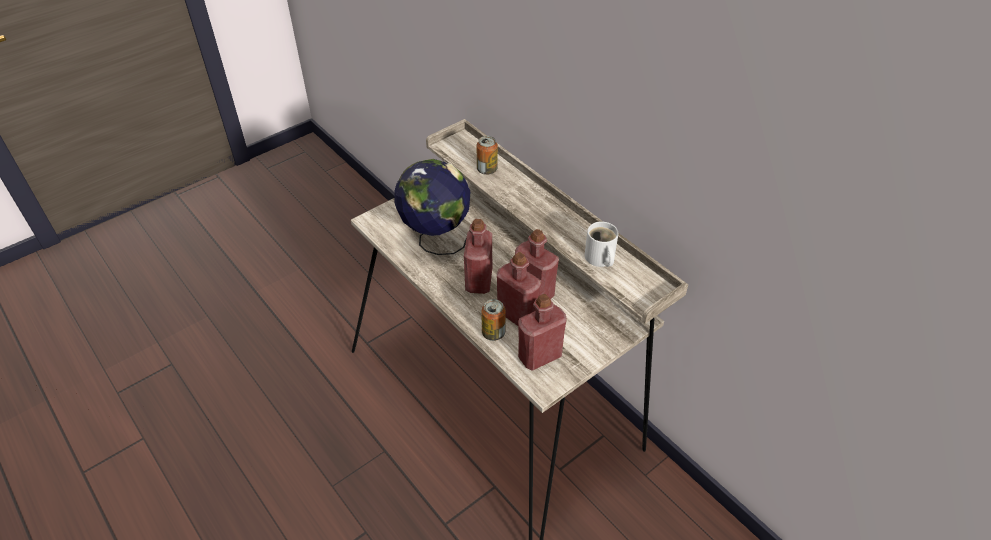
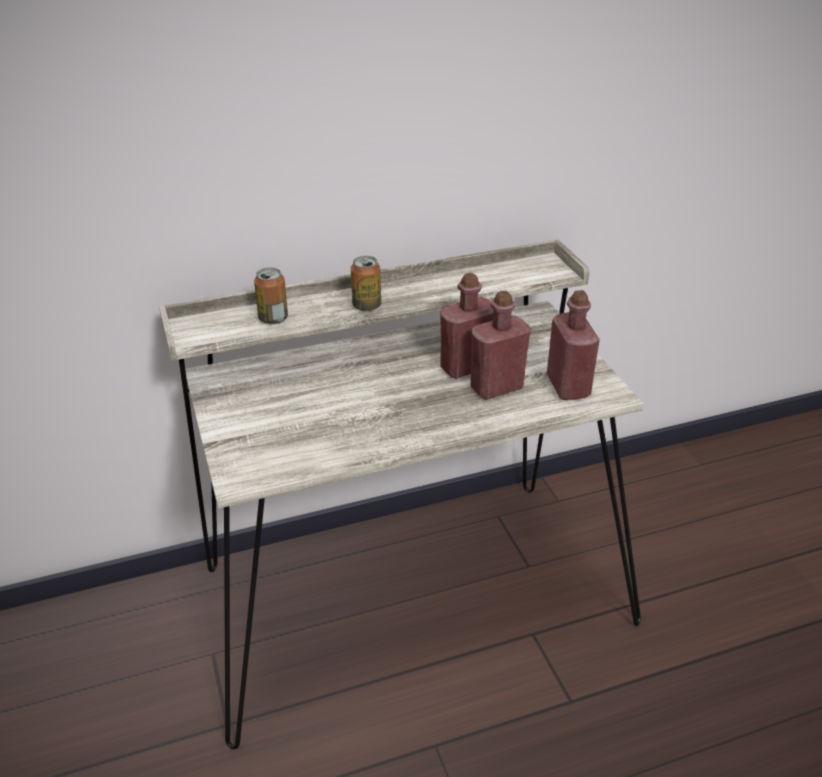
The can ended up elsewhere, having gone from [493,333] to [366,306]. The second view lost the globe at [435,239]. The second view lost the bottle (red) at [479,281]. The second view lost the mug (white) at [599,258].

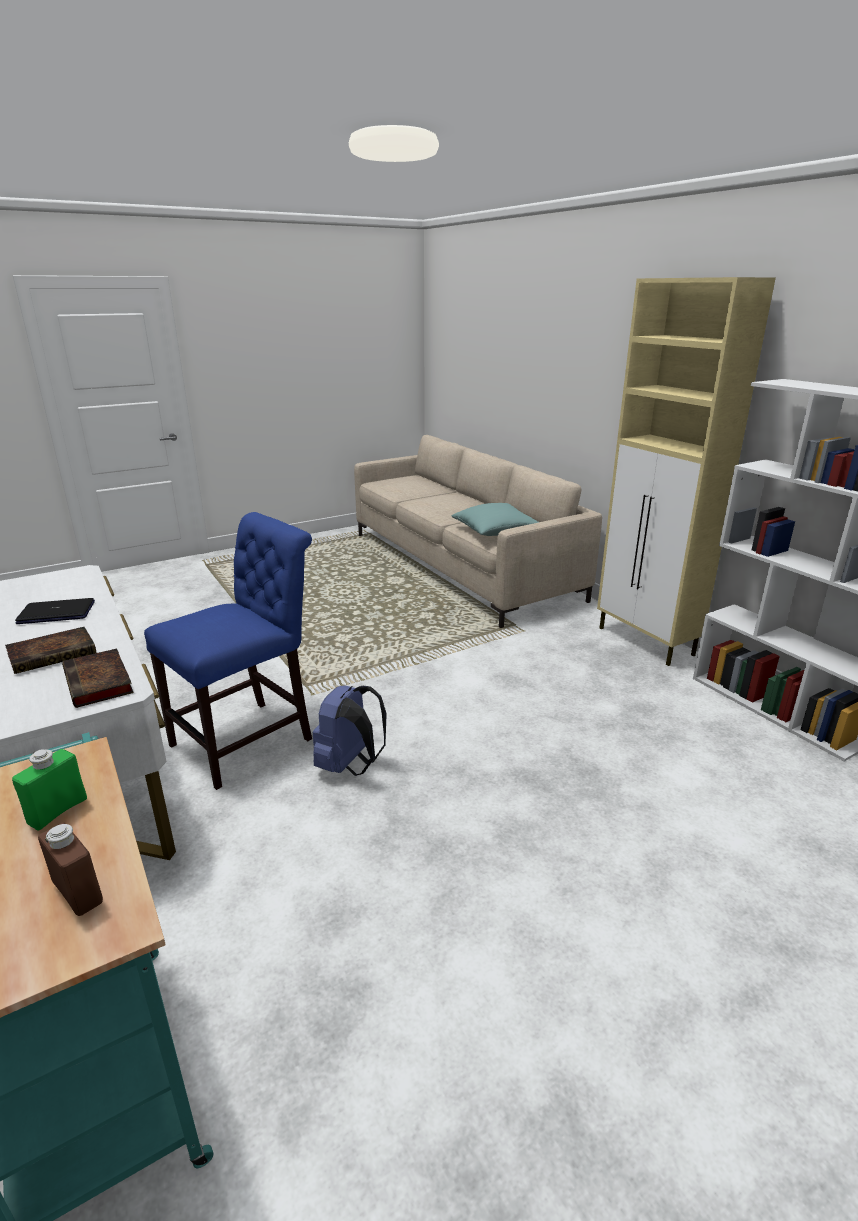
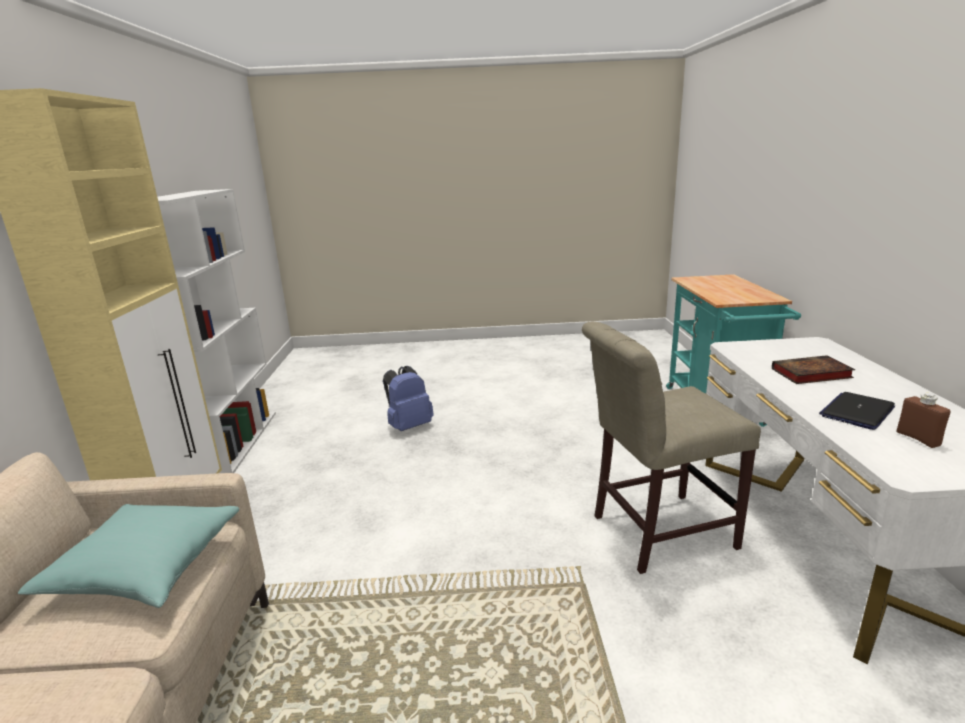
The backpack (blue) ended up elsewhere, having gone from [349,765] to [409,426]. What was the chair (blue) at [249,739] turned into the chair (beige) at [655,532]. The laptop at [57,612] ended up facing another way, 120 degrees clockwise from before. The bottle (brown) ended up elsewhere, having gone from [78,892] to [918,439]. The second view lost the bottle (green) at [58,811]. The second view lost the book at [99,683].

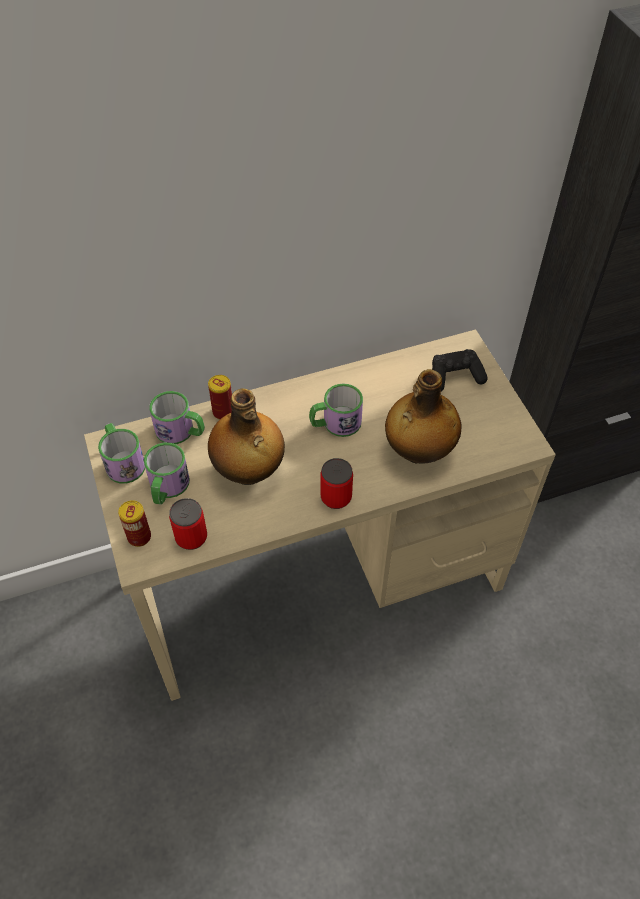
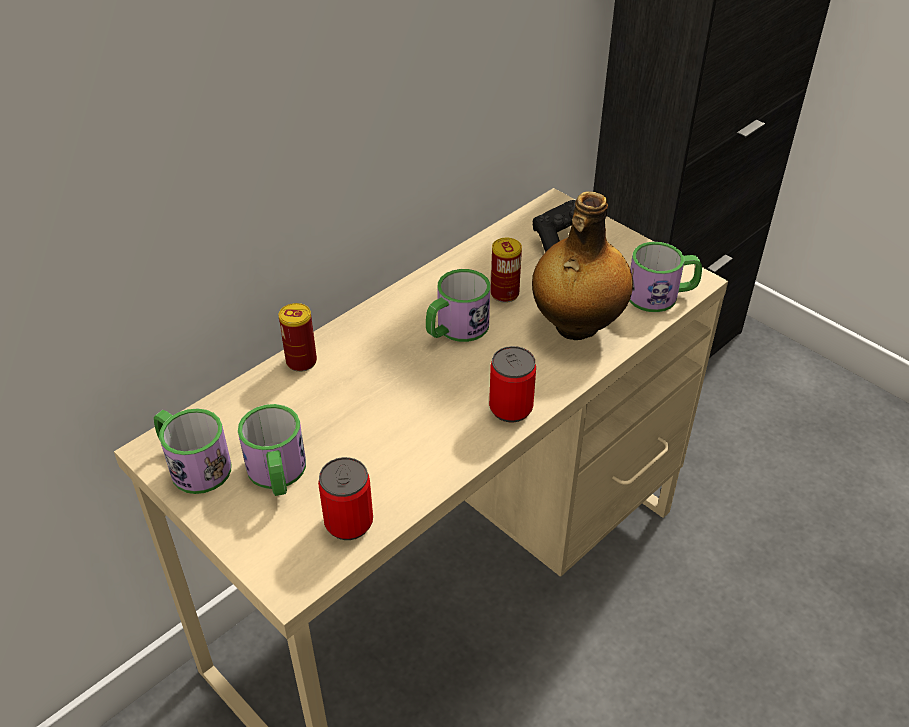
The can ended up elsewhere, having gone from [139,537] to [504,294]. The mug ended up elsewhere, having gone from [181,431] to [661,295]. The second view lost the bottle at [248,472].

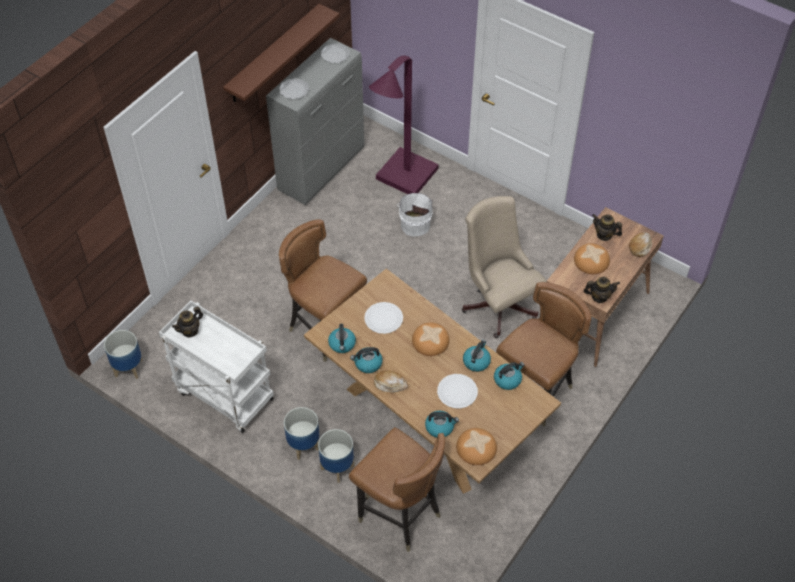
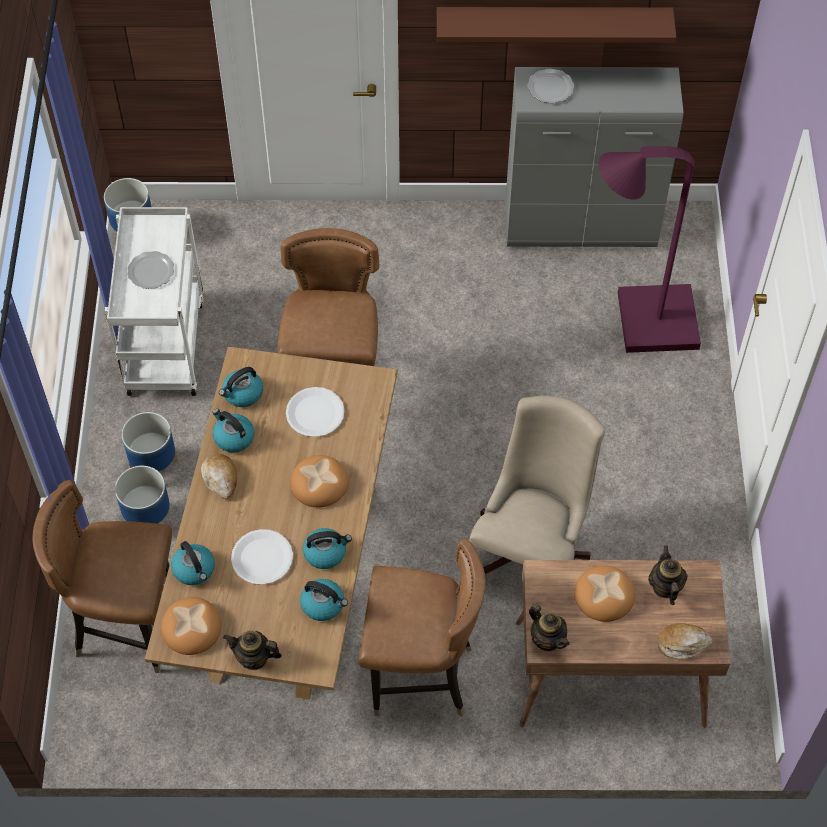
The chair (brown) at [399,515] ended up facing another way, 90 degrees clockwise from before. The plate ended up elsewhere, having gone from [335,55] to [150,271]. The teapot ended up elsewhere, having gone from [190,330] to [254,658]. The second view lost the bucket (white) at [415,224].

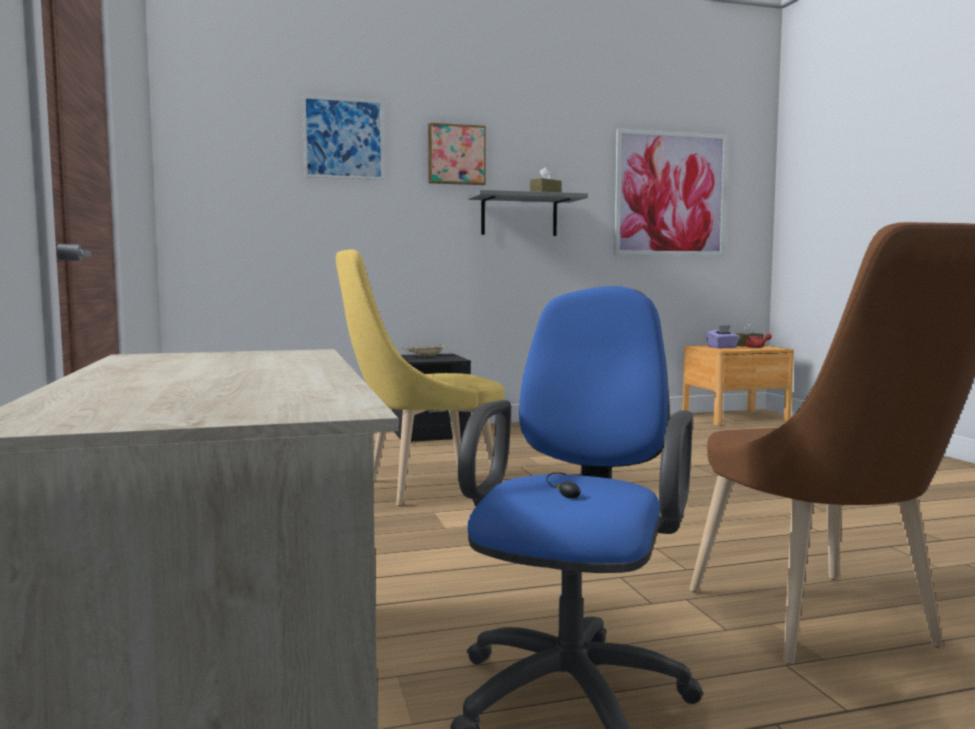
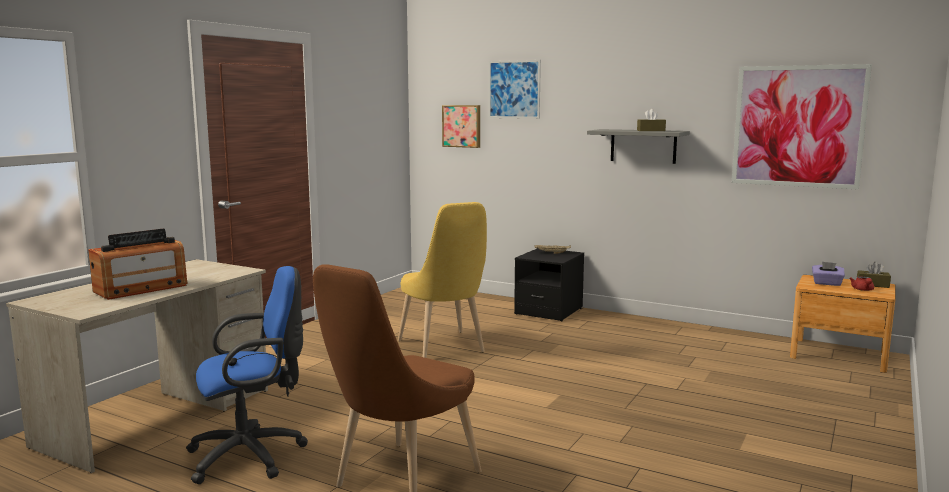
The second view gained the radio at [141,288]. The chair (yellow) at [423,488] ended up facing another way, 135 degrees counterclockwise from before. The picture ended up elsewhere, having gone from [456,155] to [462,126].

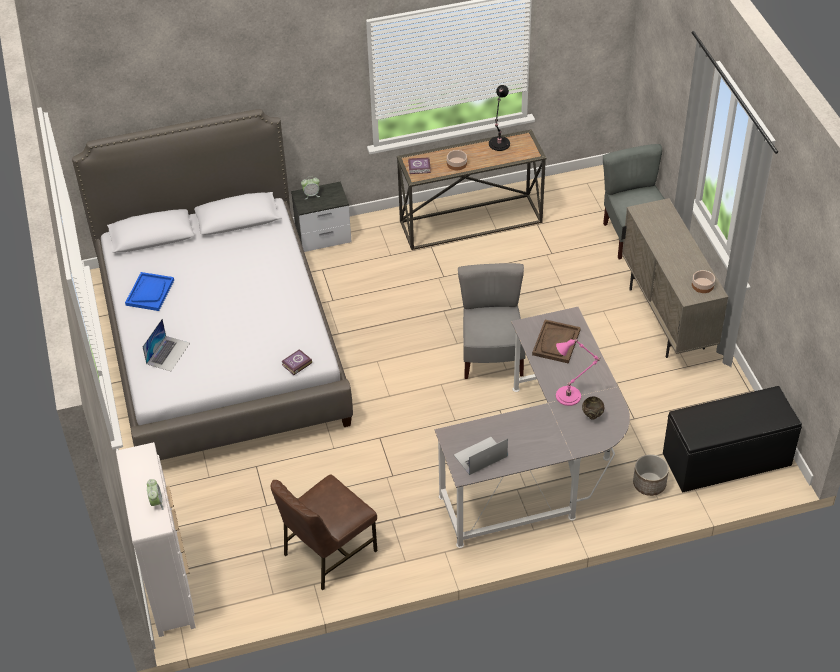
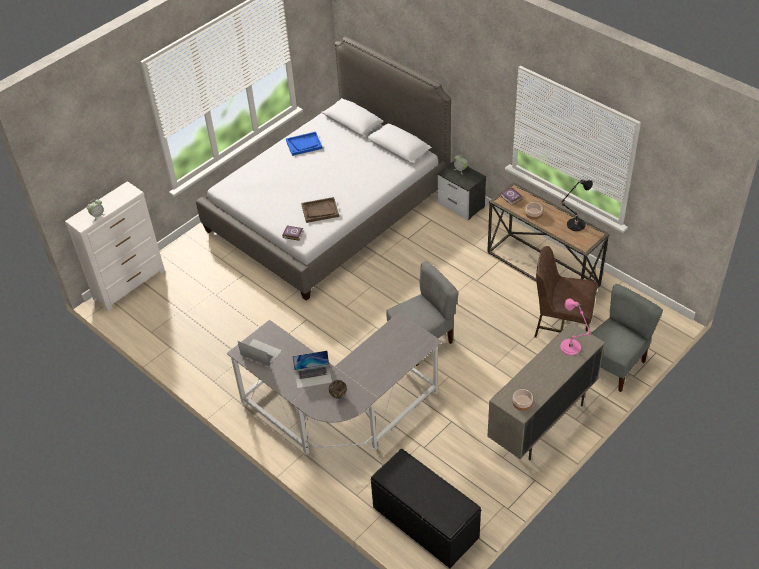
The laptop ended up elsewhere, having gone from [168,353] to [313,376]. The tray (brown) ended up elsewhere, having gone from [556,343] to [320,211]. The chair (brown) ended up elsewhere, having gone from [328,552] to [561,325]. The table lamp (pink) ended up elsewhere, having gone from [570,396] to [571,348]. The second view lost the planter at [649,484].

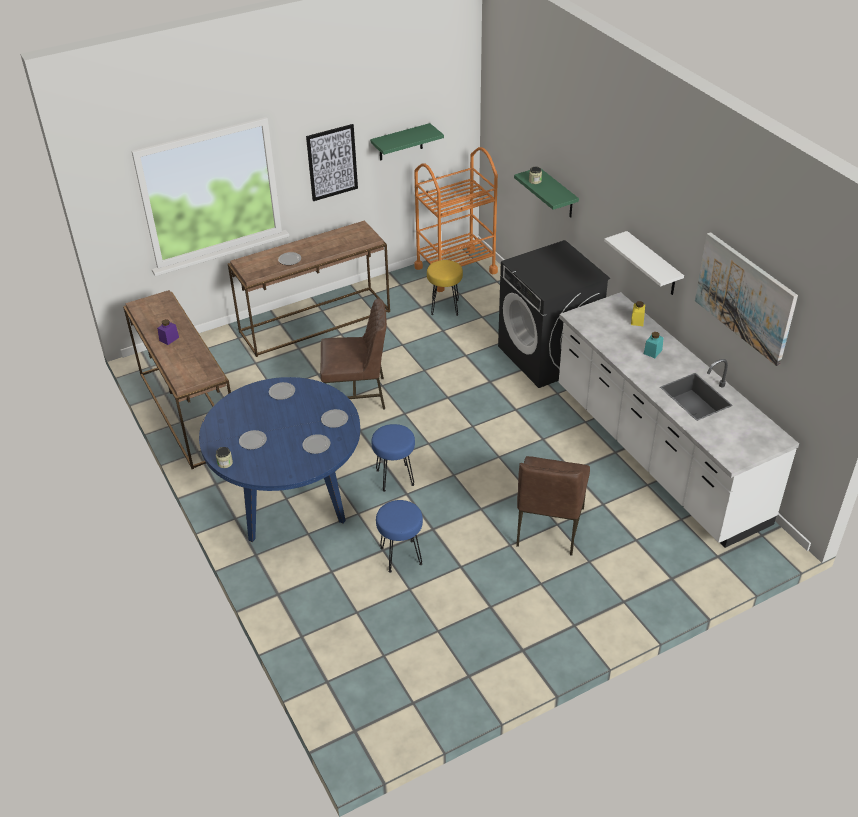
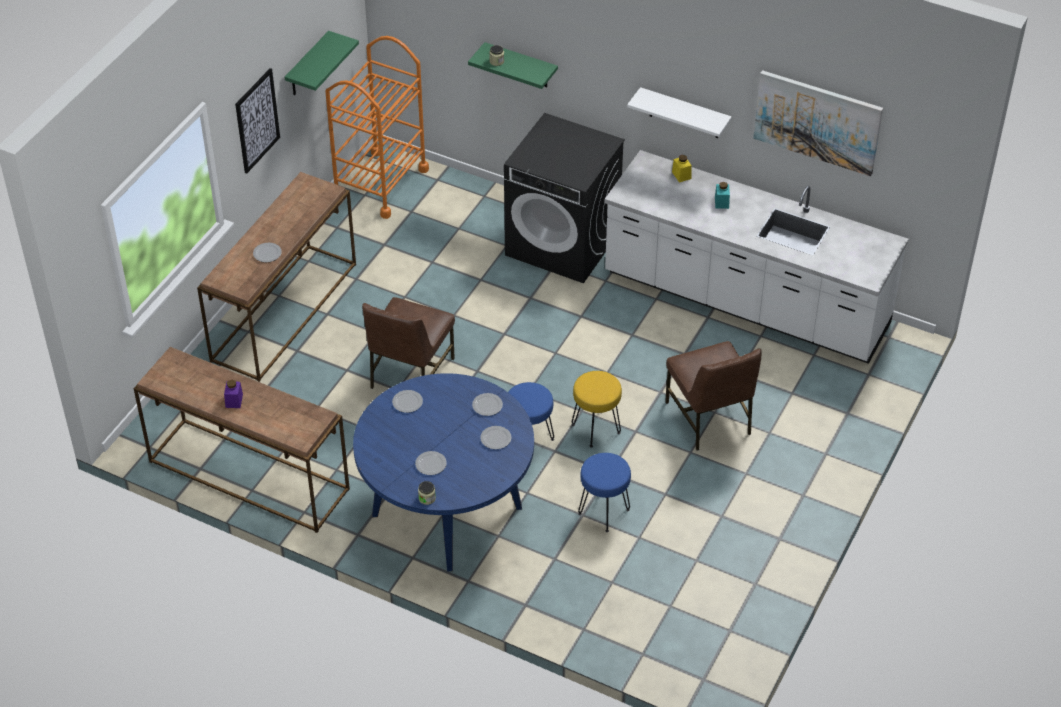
The chair (brown) at [357,395] ended up facing another way, 150 degrees clockwise from before. The stool (yellow) ended up elsewhere, having gone from [444,307] to [595,429].

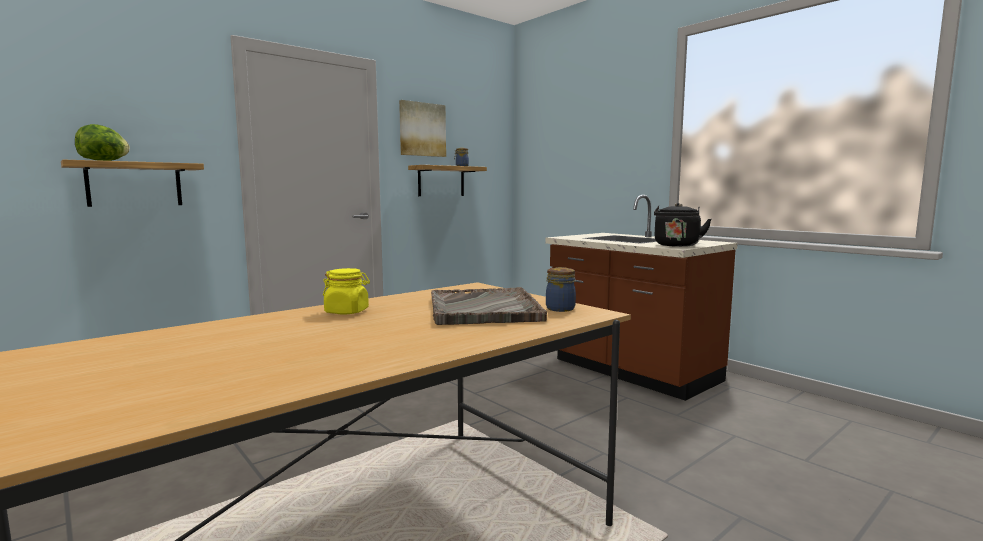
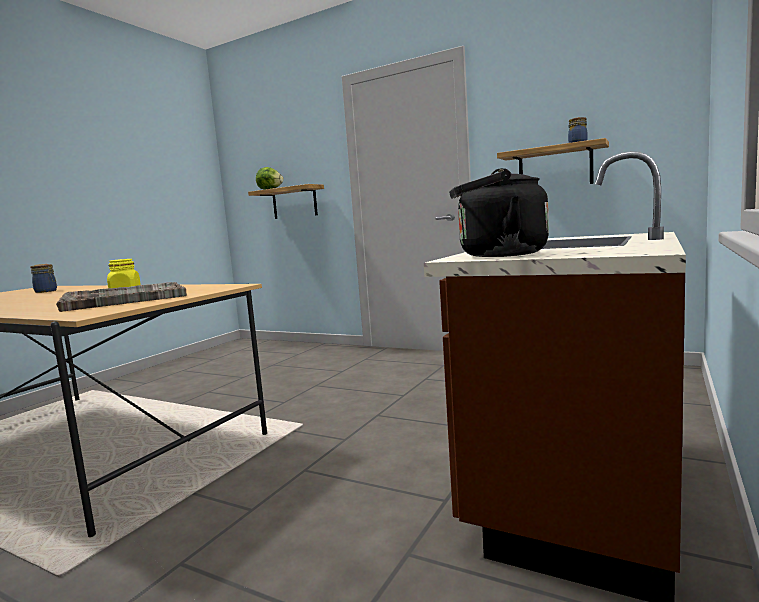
The jar ended up elsewhere, having gone from [561,308] to [46,291]. The second view lost the picture at [422,129].

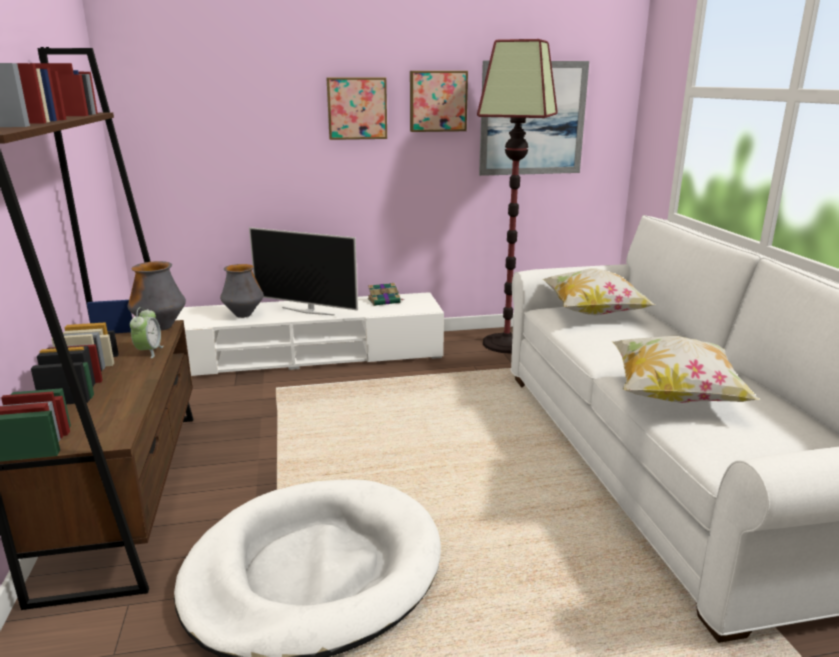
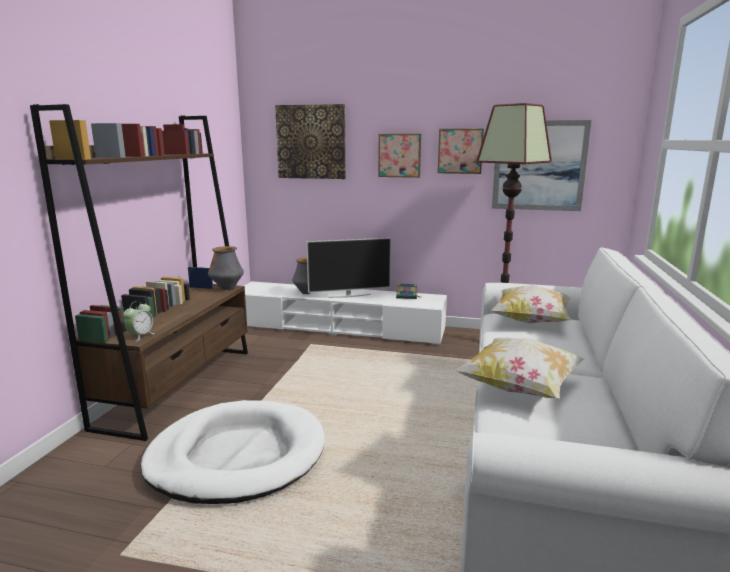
The alarm clock ended up elsewhere, having gone from [149,352] to [140,336]. The second view gained the picture at [311,142]. The television at [308,311] ended up facing another way, 60 degrees counterclockwise from before.

